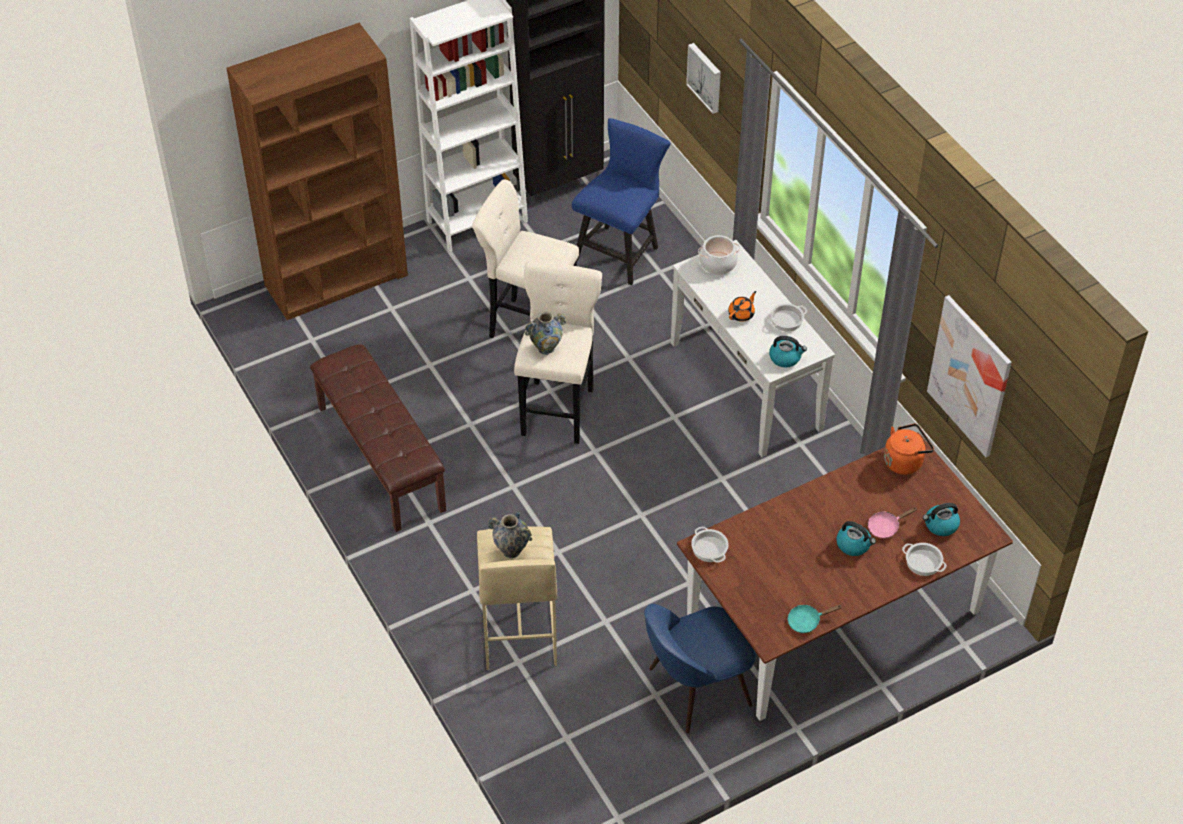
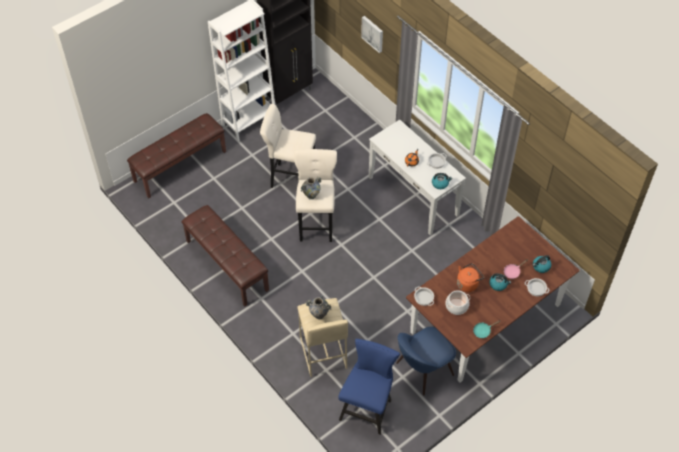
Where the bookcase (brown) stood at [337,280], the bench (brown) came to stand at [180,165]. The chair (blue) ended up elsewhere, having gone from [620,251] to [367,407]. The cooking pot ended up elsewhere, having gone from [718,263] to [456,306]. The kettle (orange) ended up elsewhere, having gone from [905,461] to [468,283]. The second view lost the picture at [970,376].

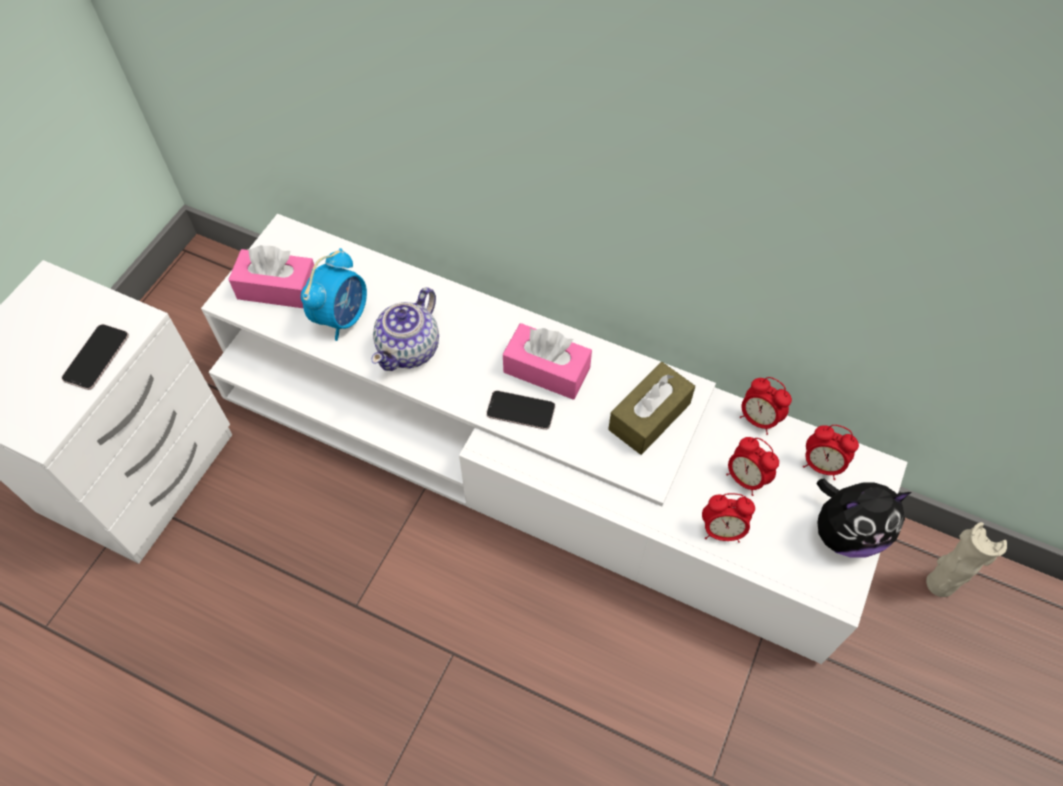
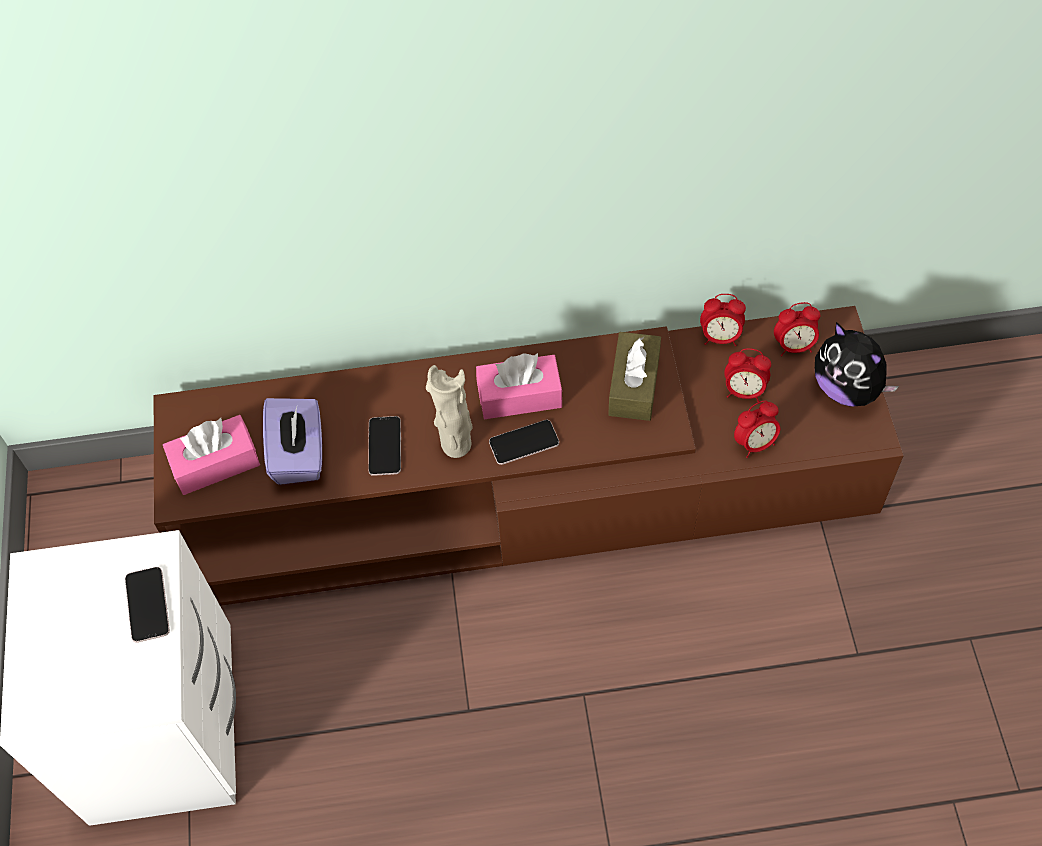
What was the tv stand (white) at [531,455] turned into the tv stand (brown) at [525,488]. Where the alarm clock stood at [342,317], the tissue box (purple) came to stand at [299,454]. Where the teapot stood at [410,348], the phone came to stand at [385,446]. The vase (beige) ended up elsewhere, having gone from [940,583] to [456,444]. The plush toy at [846,532] ended up facing another way, 90 degrees clockwise from before.

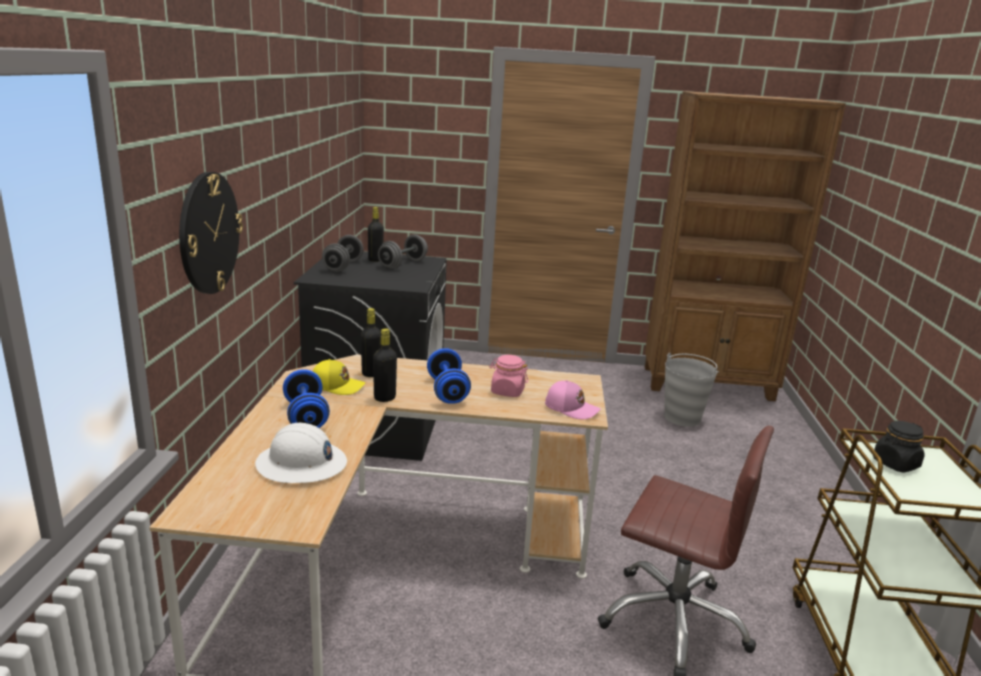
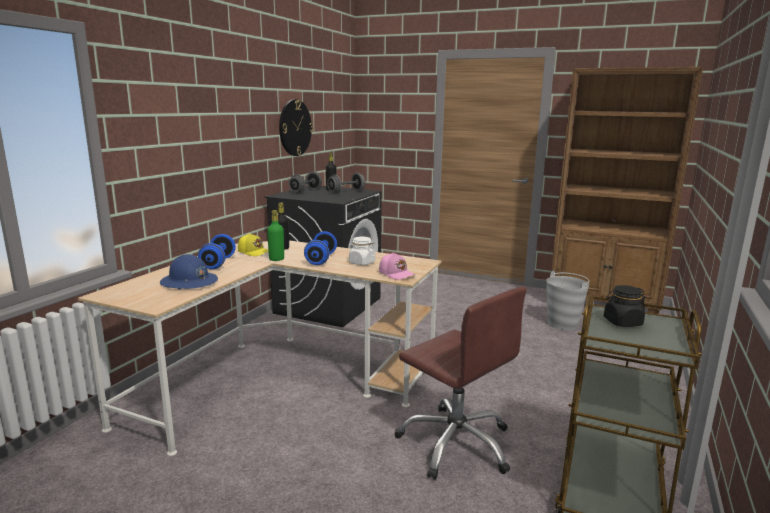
What was the hard hat (white) at [301,465] turned into the hard hat (blue) at [189,282]. What was the bottle (black) at [384,398] turned into the bottle (green) at [276,259]. The wall clock ended up elsewhere, having gone from [209,233] to [295,128]. What was the jar (pink) at [507,391] turned into the jar (white) at [361,263].

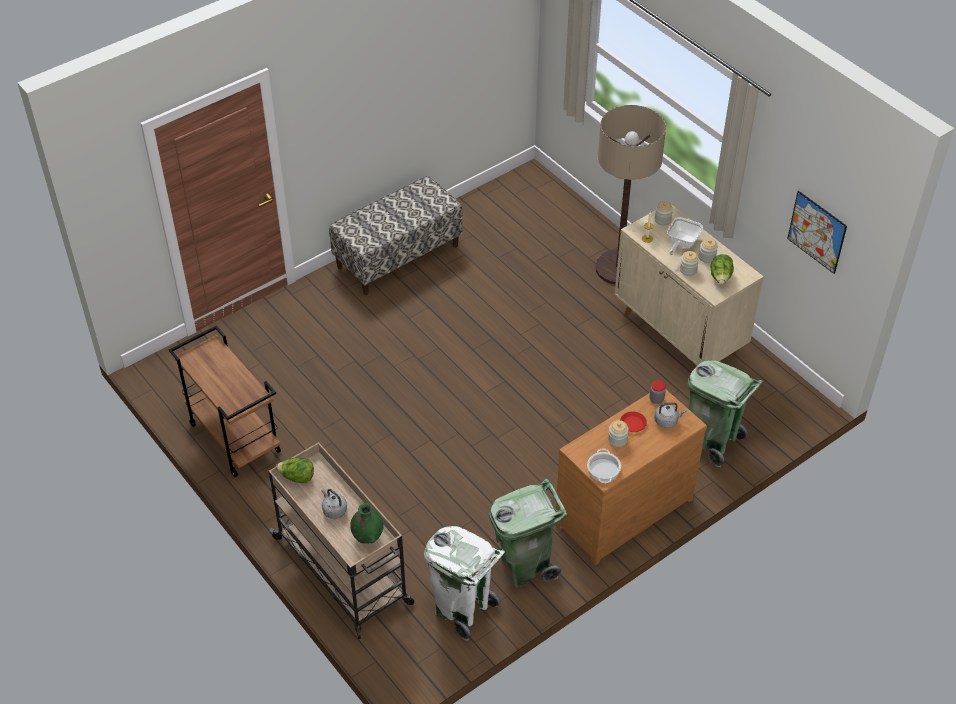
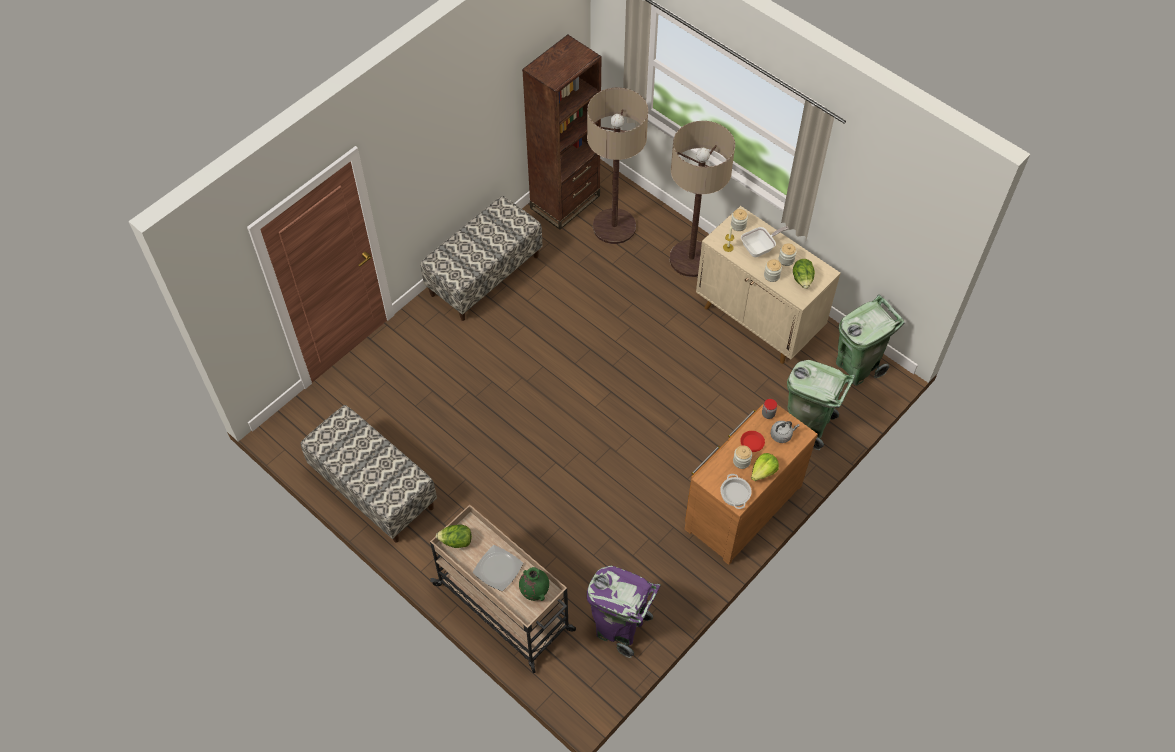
Where the cart (brown) stood at [233,438], the bench came to stand at [373,489]. Where the kettle (grey) stood at [334,510], the plate came to stand at [497,569]. The second view gained the bookcase (brown) at [565,202]. The second view gained the floor lamp at [614,227]. What was the trash can (white) at [462,609] turned into the trash can (purple) at [620,628]. The frying pan at [681,243] ended up facing another way, 135 degrees counterclockwise from before. The second view gained the lettuce at [763,471]. The trash can (green) ended up elsewhere, having gone from [525,565] to [857,367]. The second view lost the picture at [817,232].

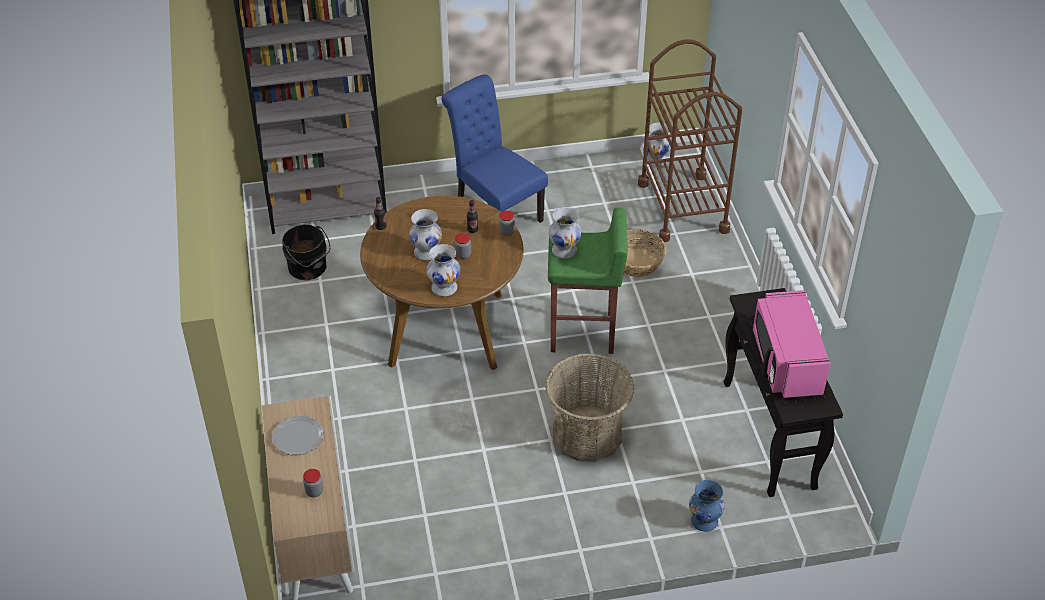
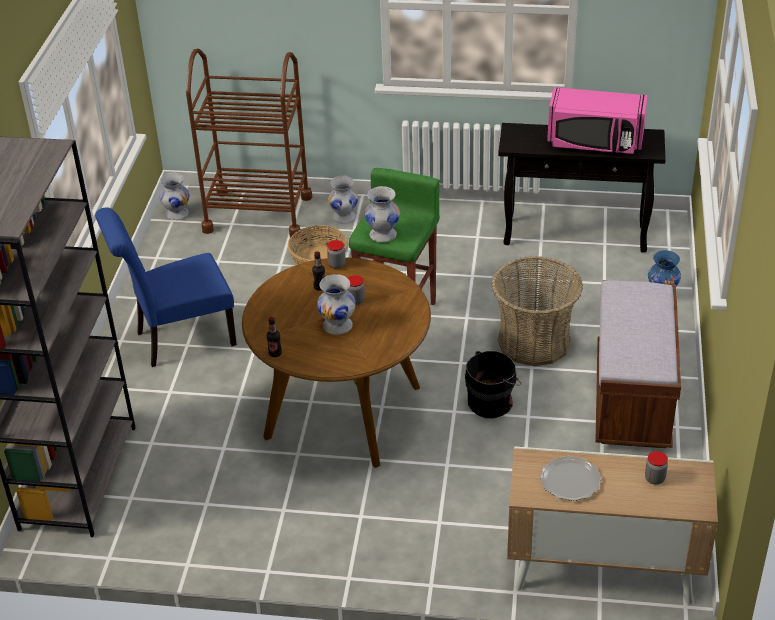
The vase (white) ended up elsewhere, having gone from [444,287] to [343,217]. The bucket (black) ended up elsewhere, having gone from [308,268] to [492,401]. The second view gained the bench (brown) at [632,398].

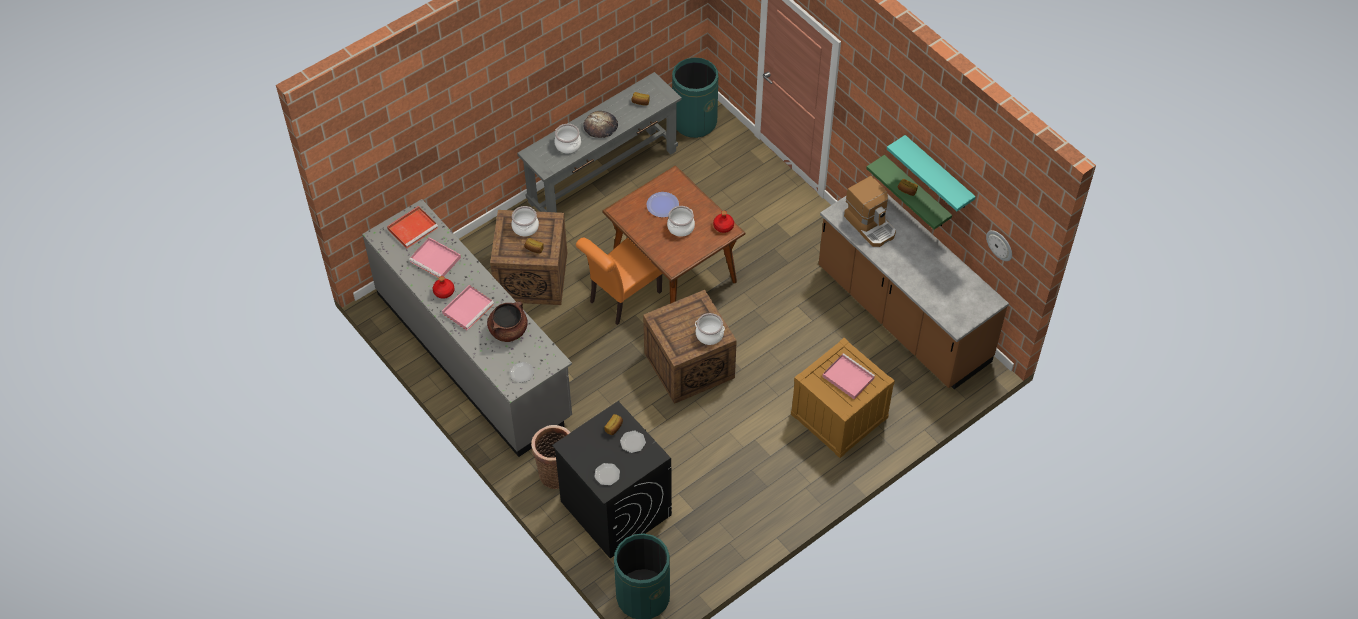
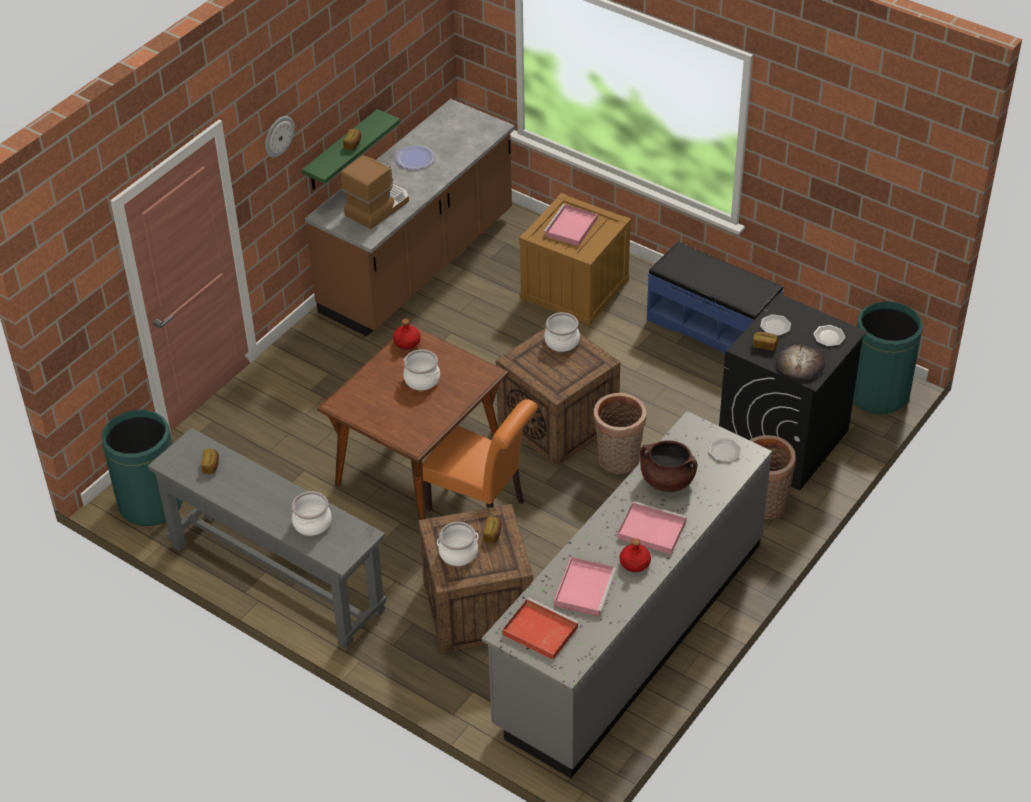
The wall clock ended up elsewhere, having gone from [1000,245] to [278,136]. The plate ended up elsewhere, having gone from [662,205] to [414,158]. The second view gained the basket at [618,462]. The second view gained the bench (blue) at [712,327]. The bread ended up elsewhere, having gone from [601,126] to [800,363]. The second view lost the shelf (turquoise) at [938,174].

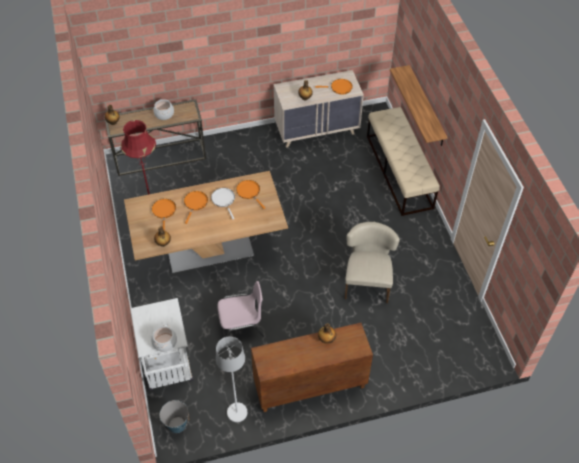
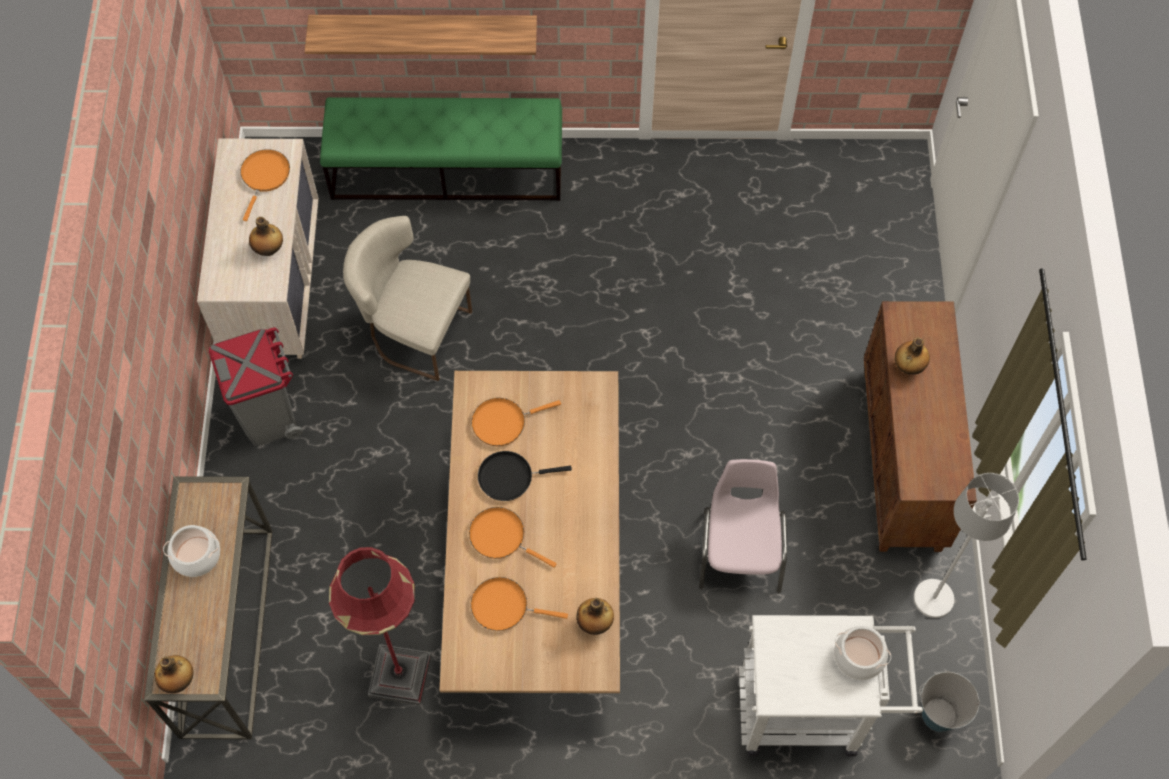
The second view gained the trash can (grey) at [269,415]. What was the bench (beige) at [399,171] turned into the bench (green) at [447,171]. The chair (beige) ended up elsewhere, having gone from [367,282] to [413,331]. What was the frying pan (white) at [224,200] turned into the frying pan (black) at [509,477].

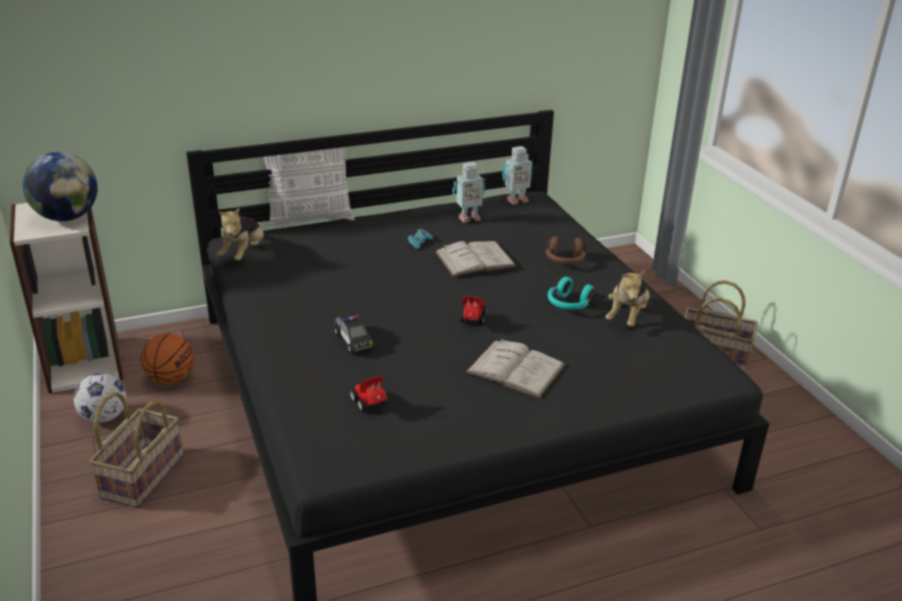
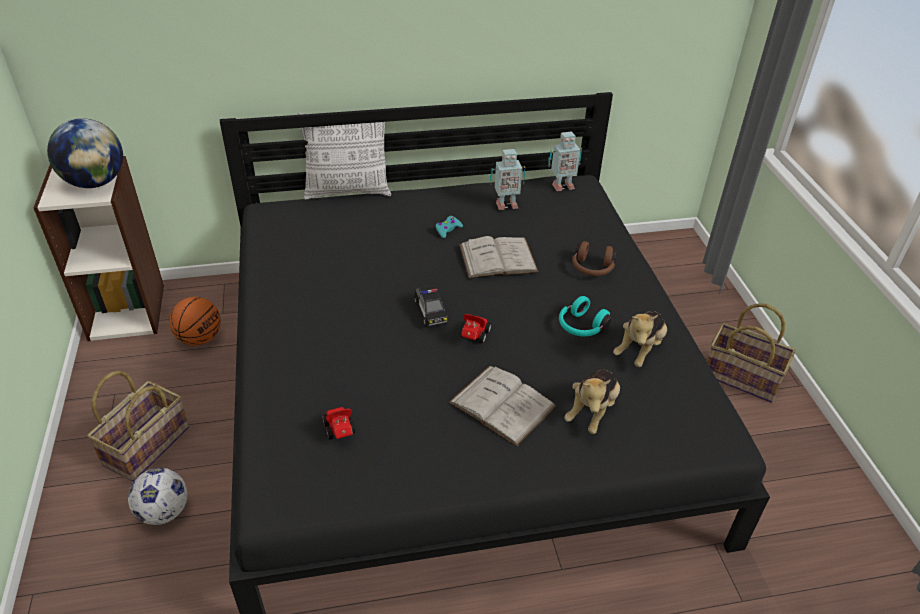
The football ended up elsewhere, having gone from [104,417] to [164,511]. The toy car ended up elsewhere, having gone from [353,340] to [430,311]. The plush toy ended up elsewhere, having gone from [244,253] to [592,411].

